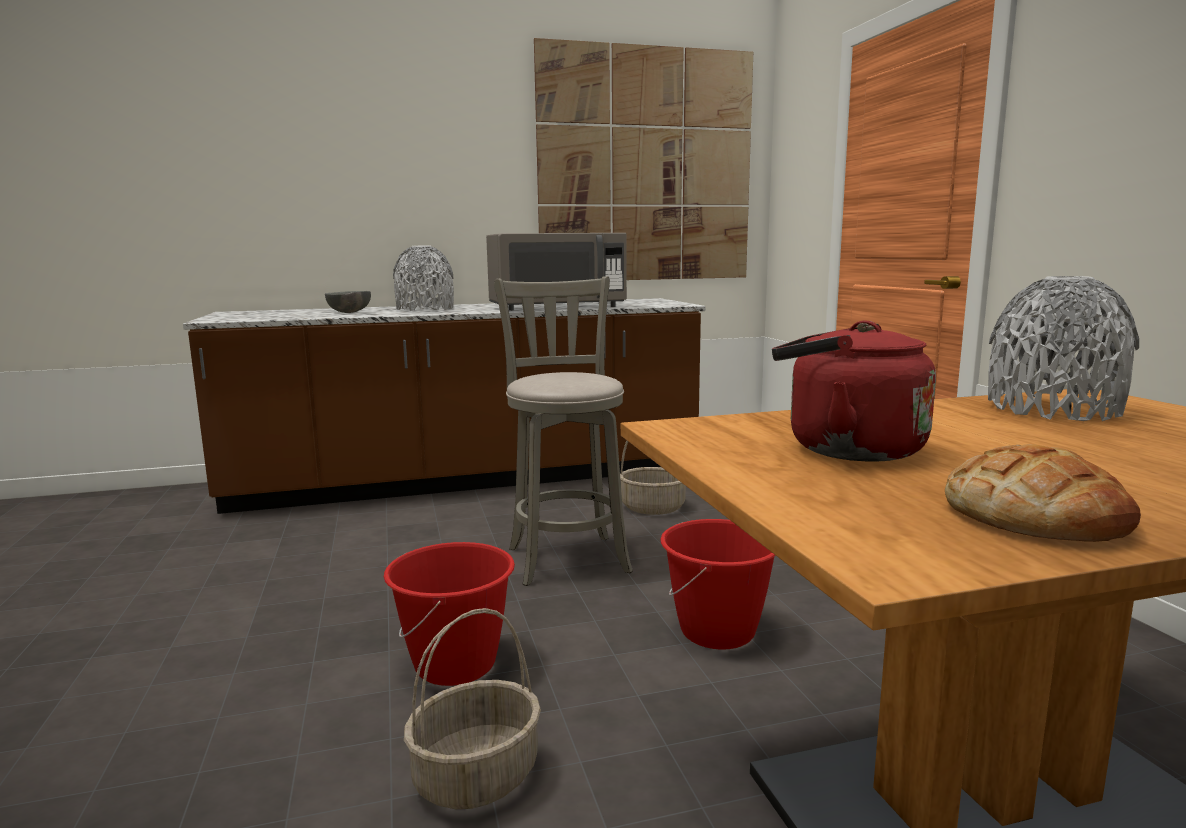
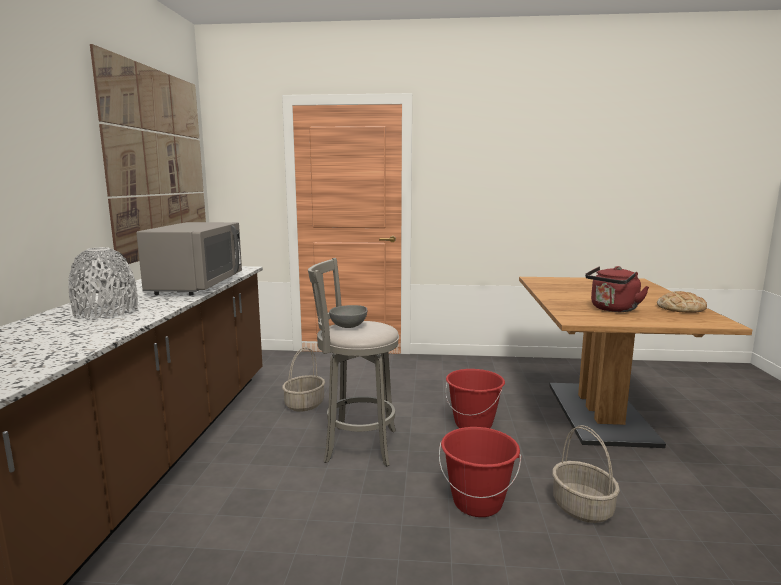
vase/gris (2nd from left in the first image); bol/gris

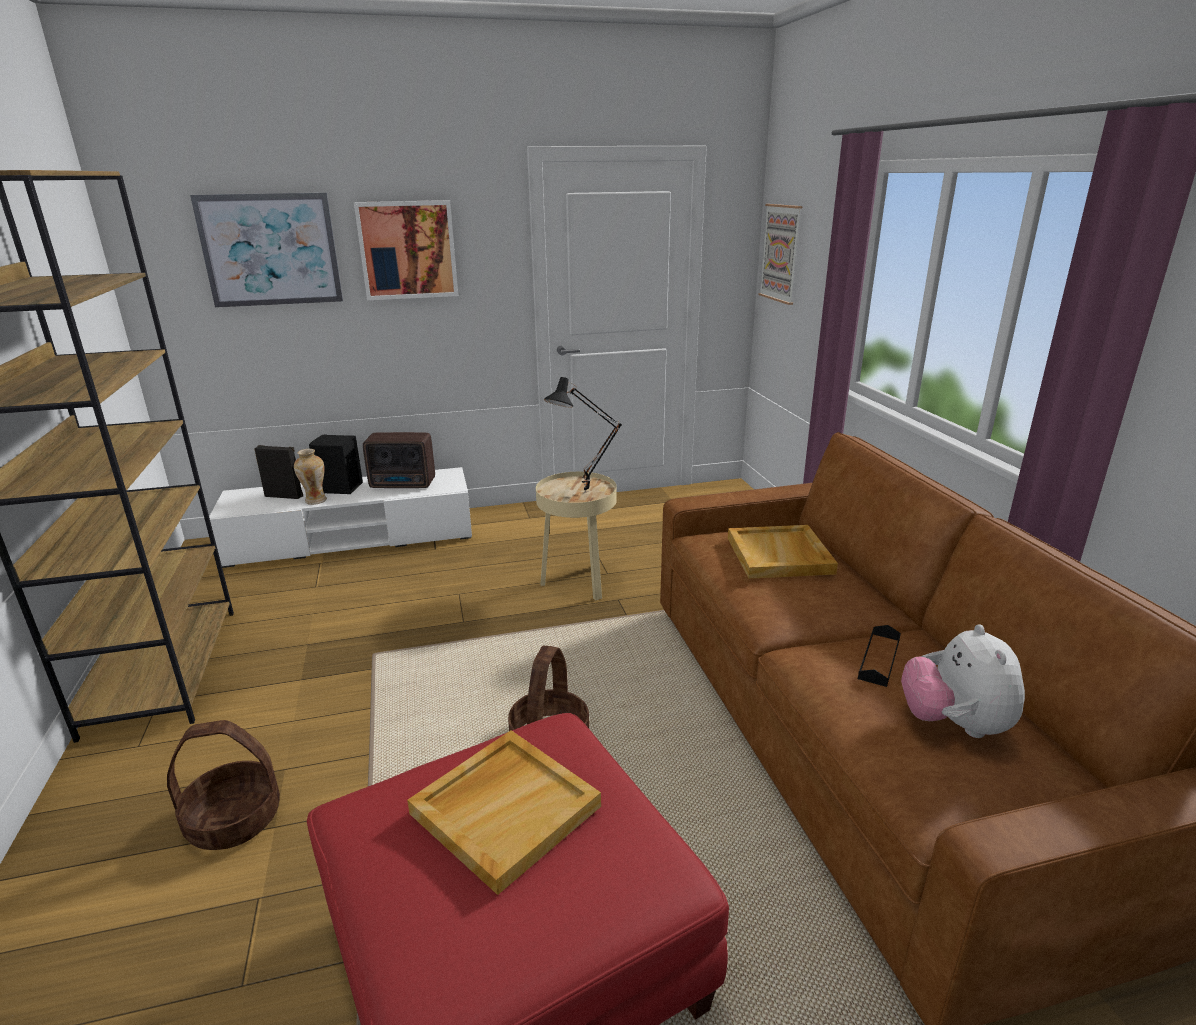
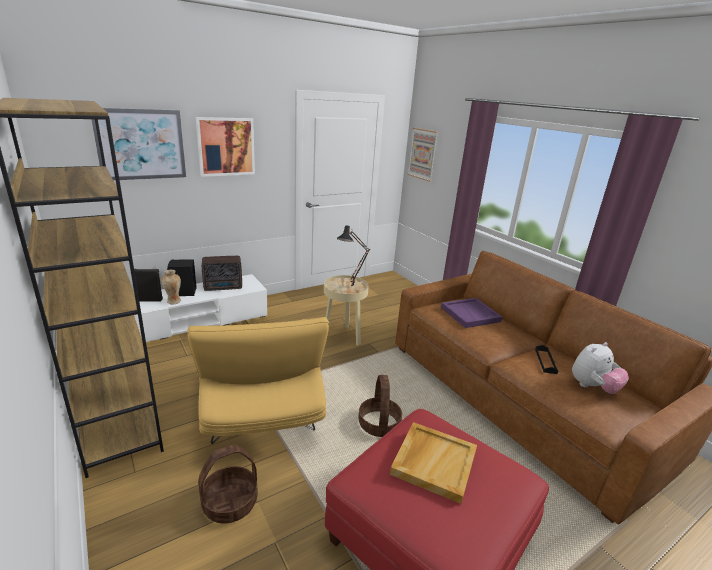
plateau/violet; peluche; fauteuil/jaune

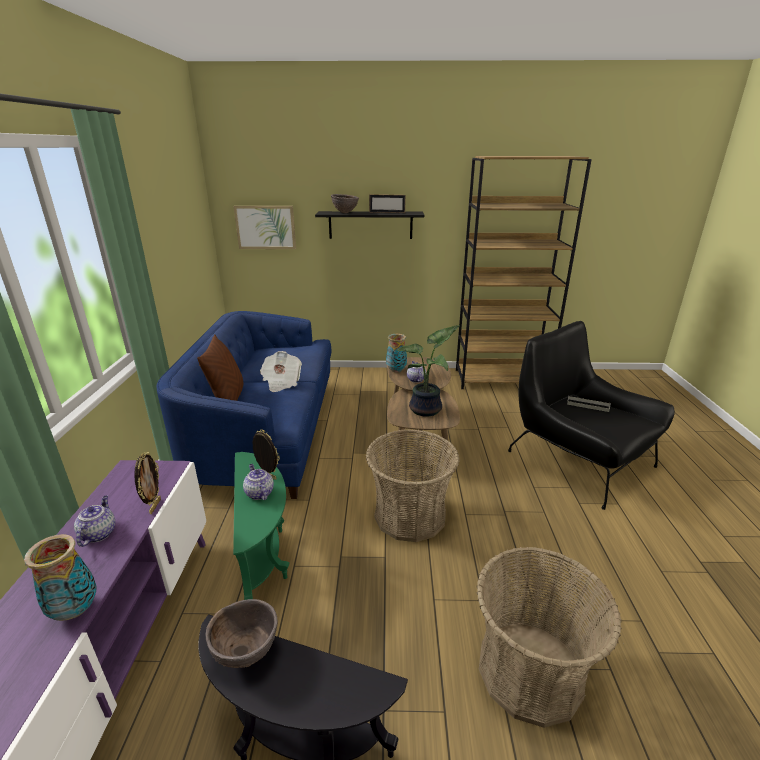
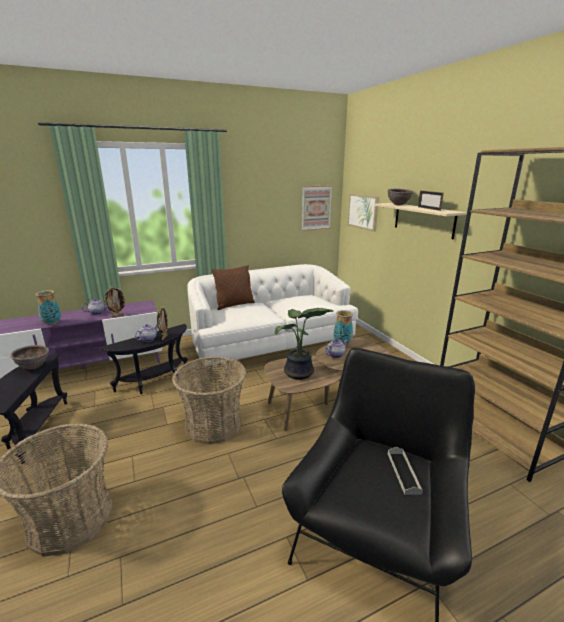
étagère/beige; canapé/blanc; journal; table d'appoint/noir (2nd from left); tableau (1st from left)

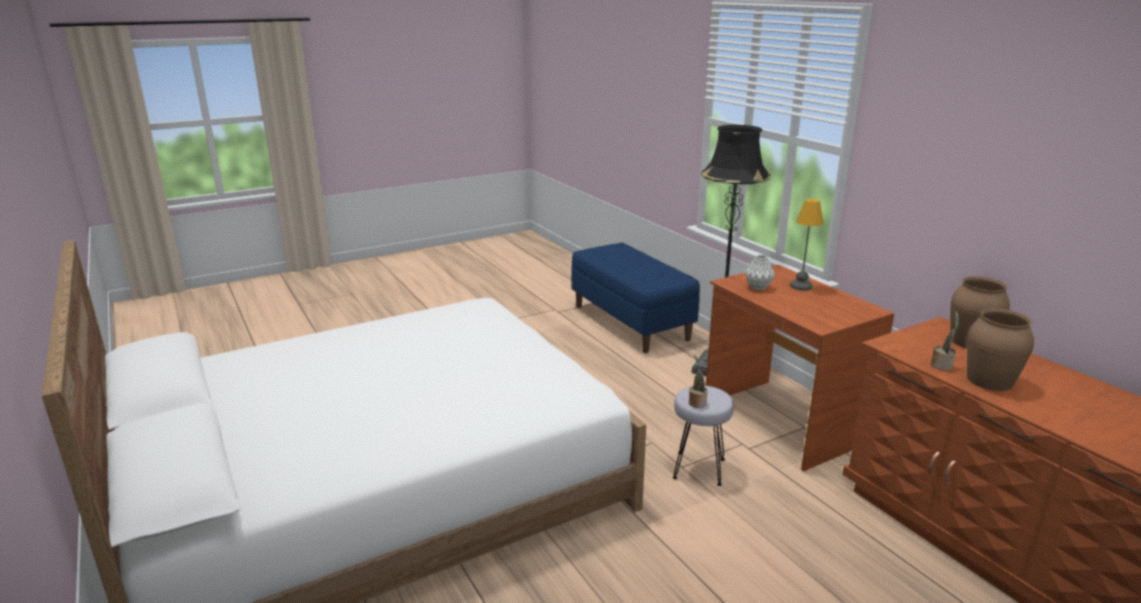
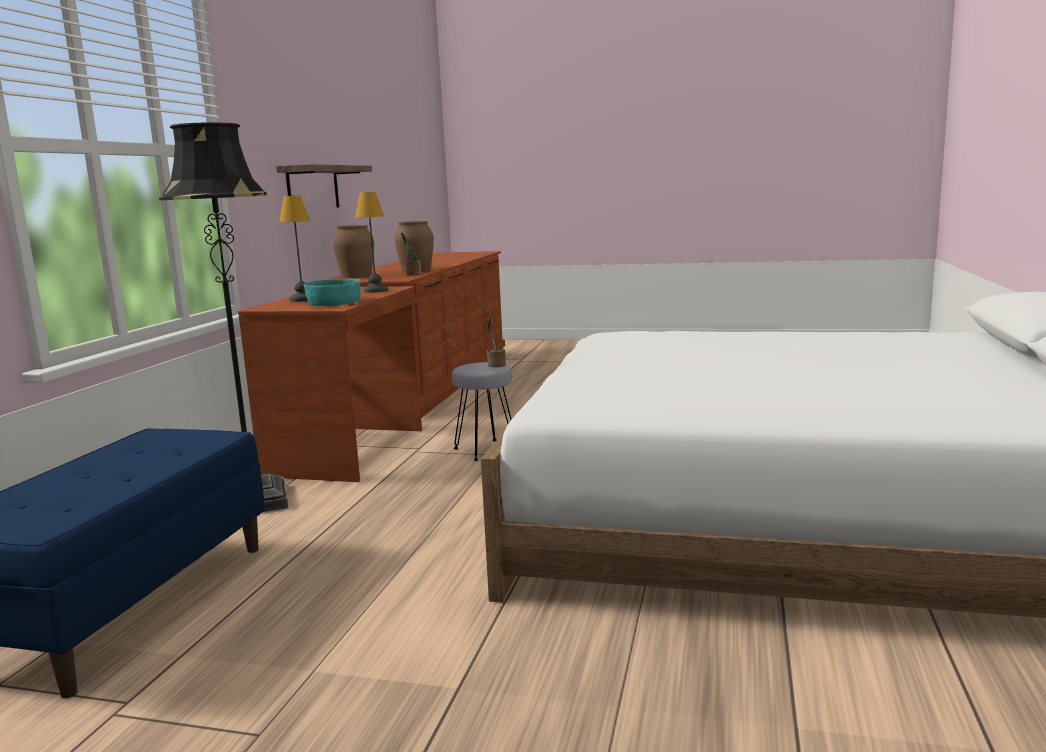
bol/turquoise; étagère; lampe de table (2nd from left)

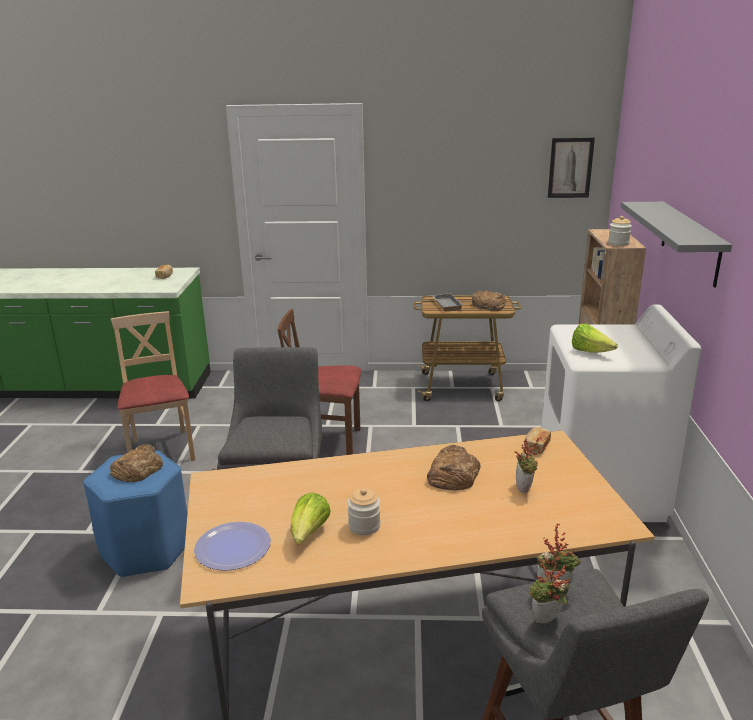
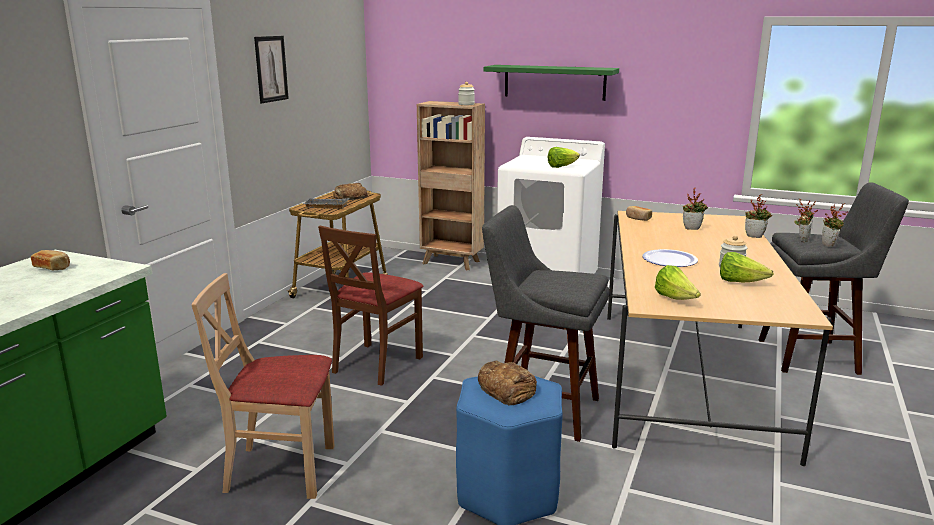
tableau; étagère/vert; pain (3rd from left in the first image); assiette; plante en pot (2nd from left); laitue (2nd from left)

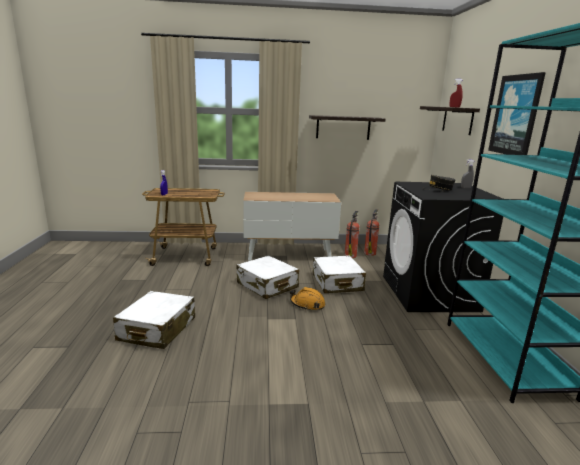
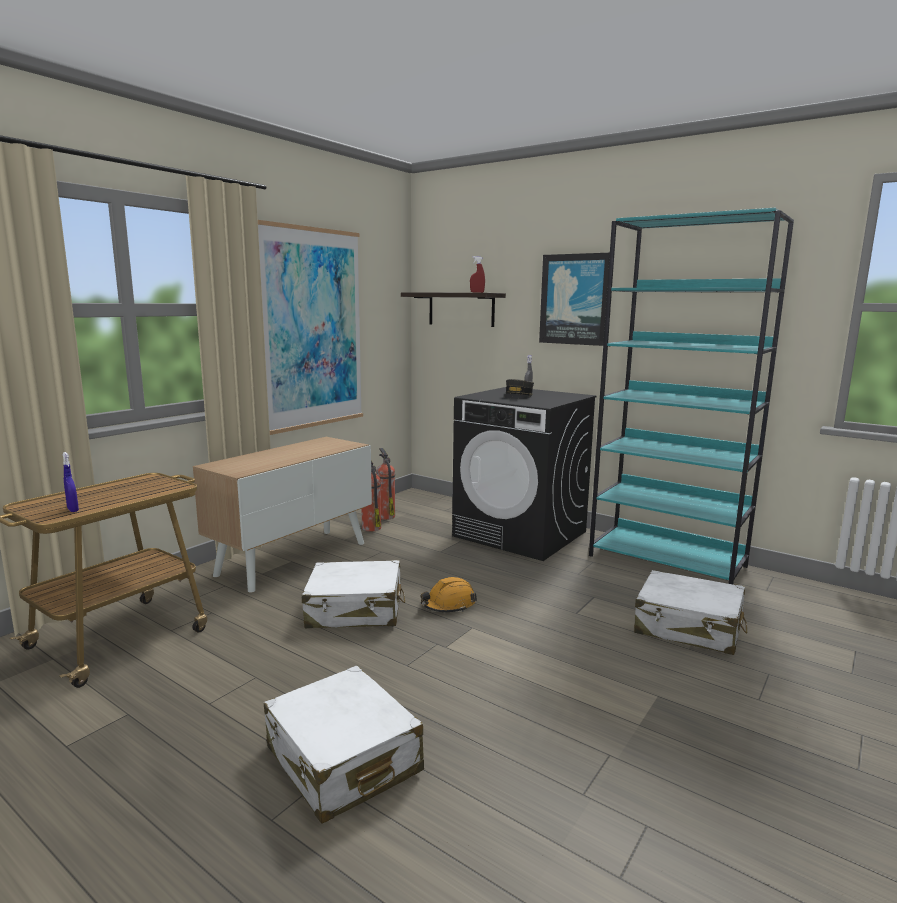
tableau (1st from left); valise/blanc (3rd from left)

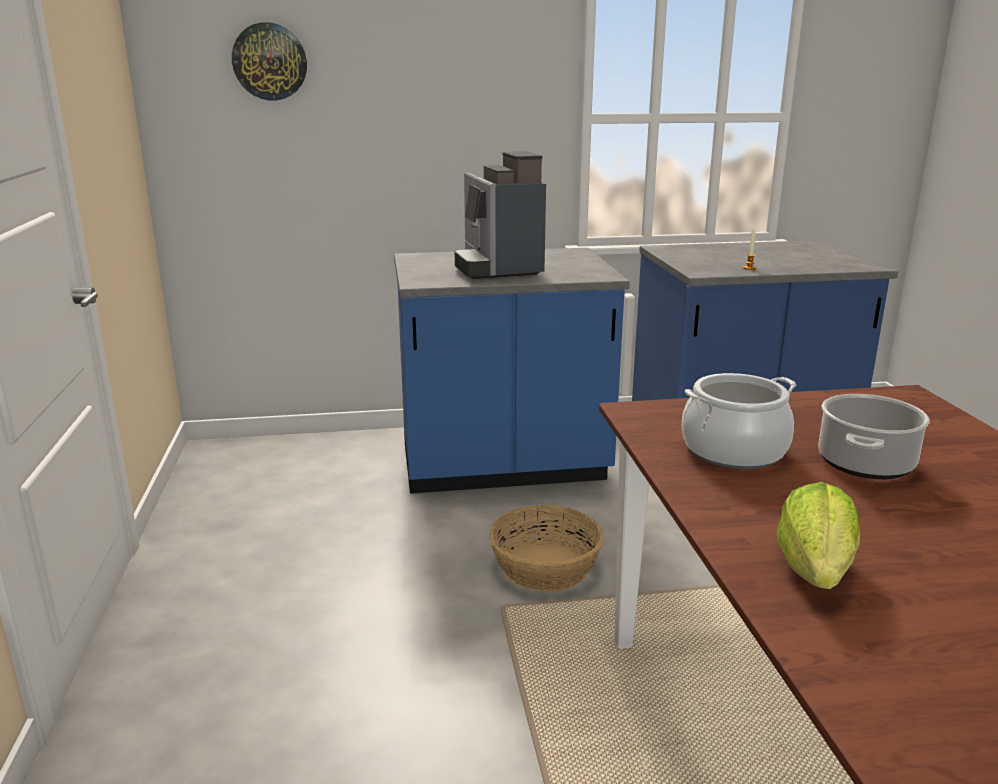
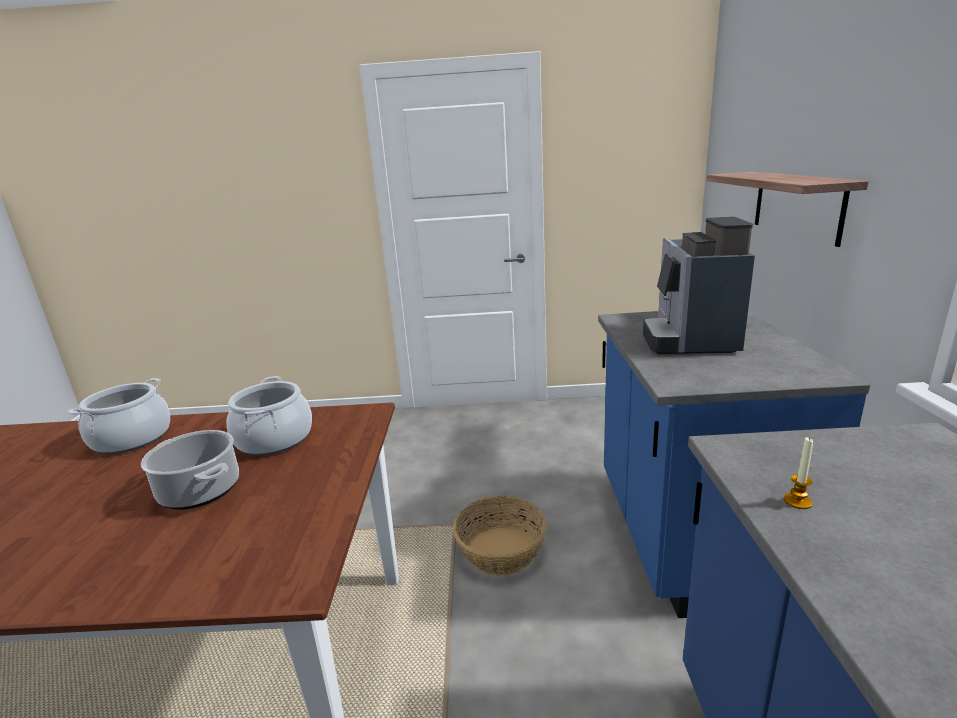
horloge murale; machine à café; marmite (1st from left); étagère

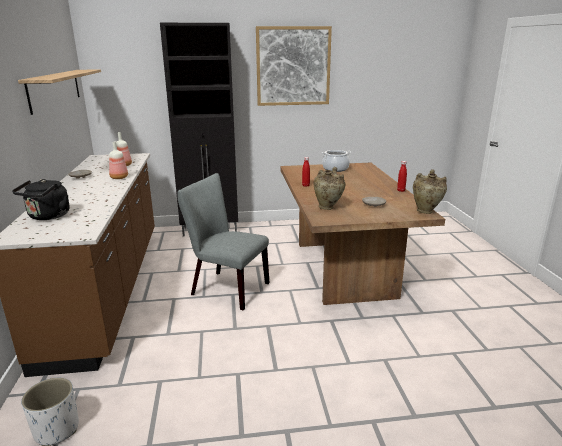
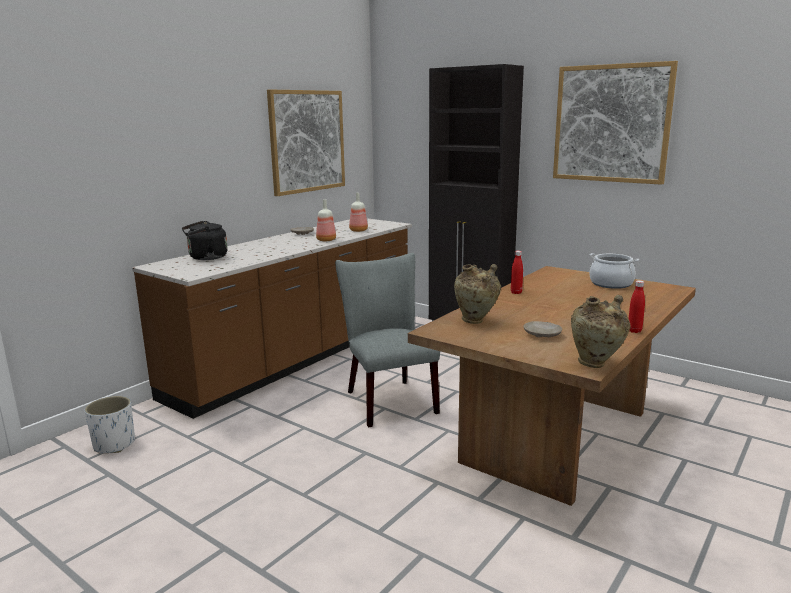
tableau (1st from left)

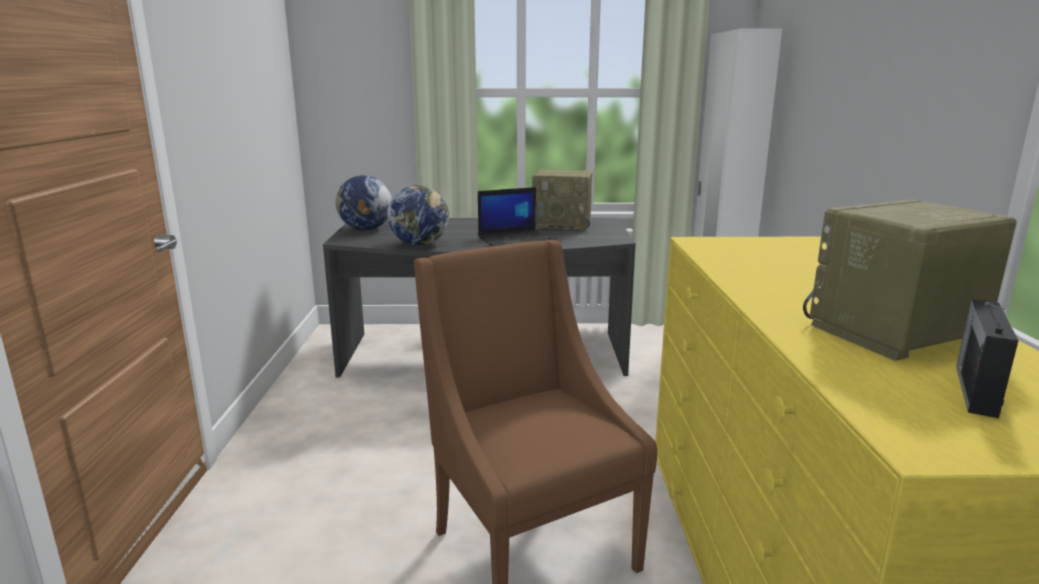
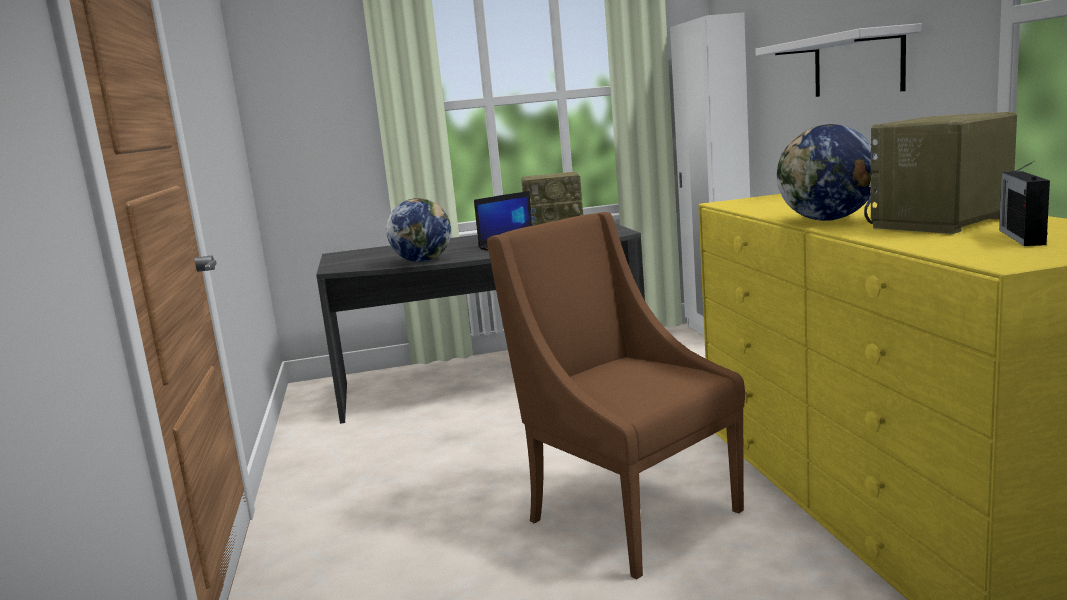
globe (2nd from left); étagère/blanc

